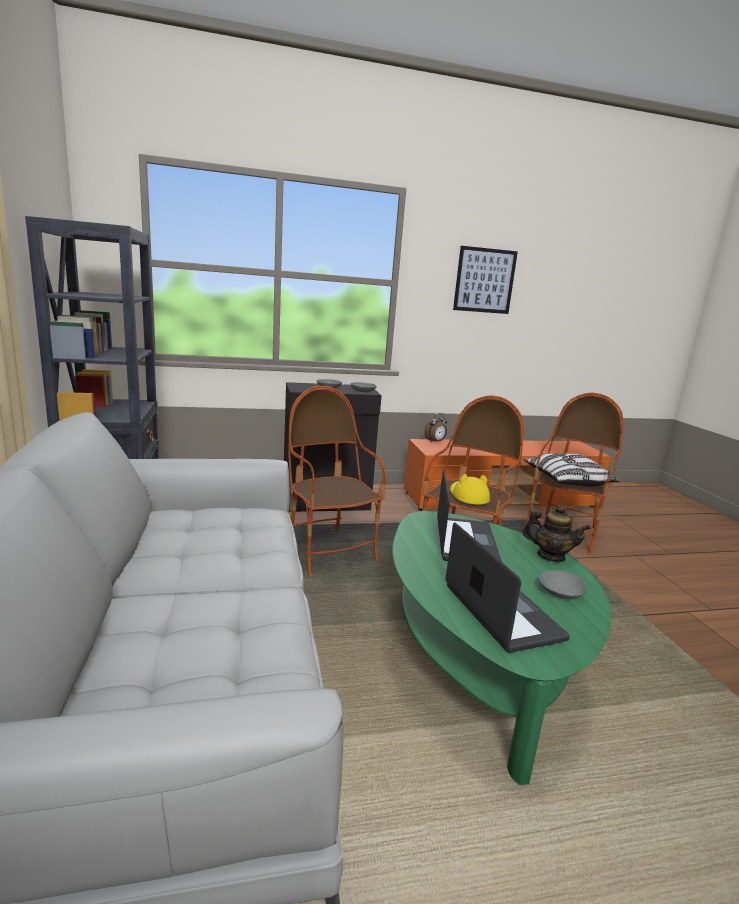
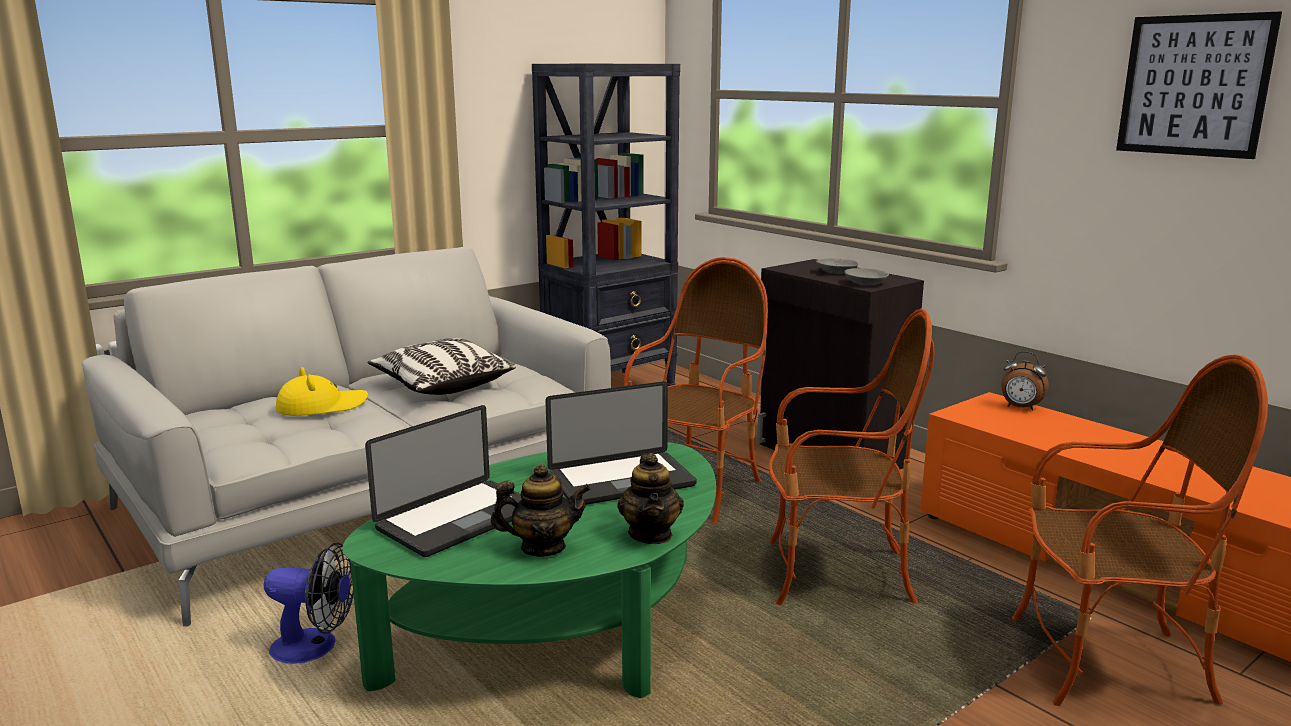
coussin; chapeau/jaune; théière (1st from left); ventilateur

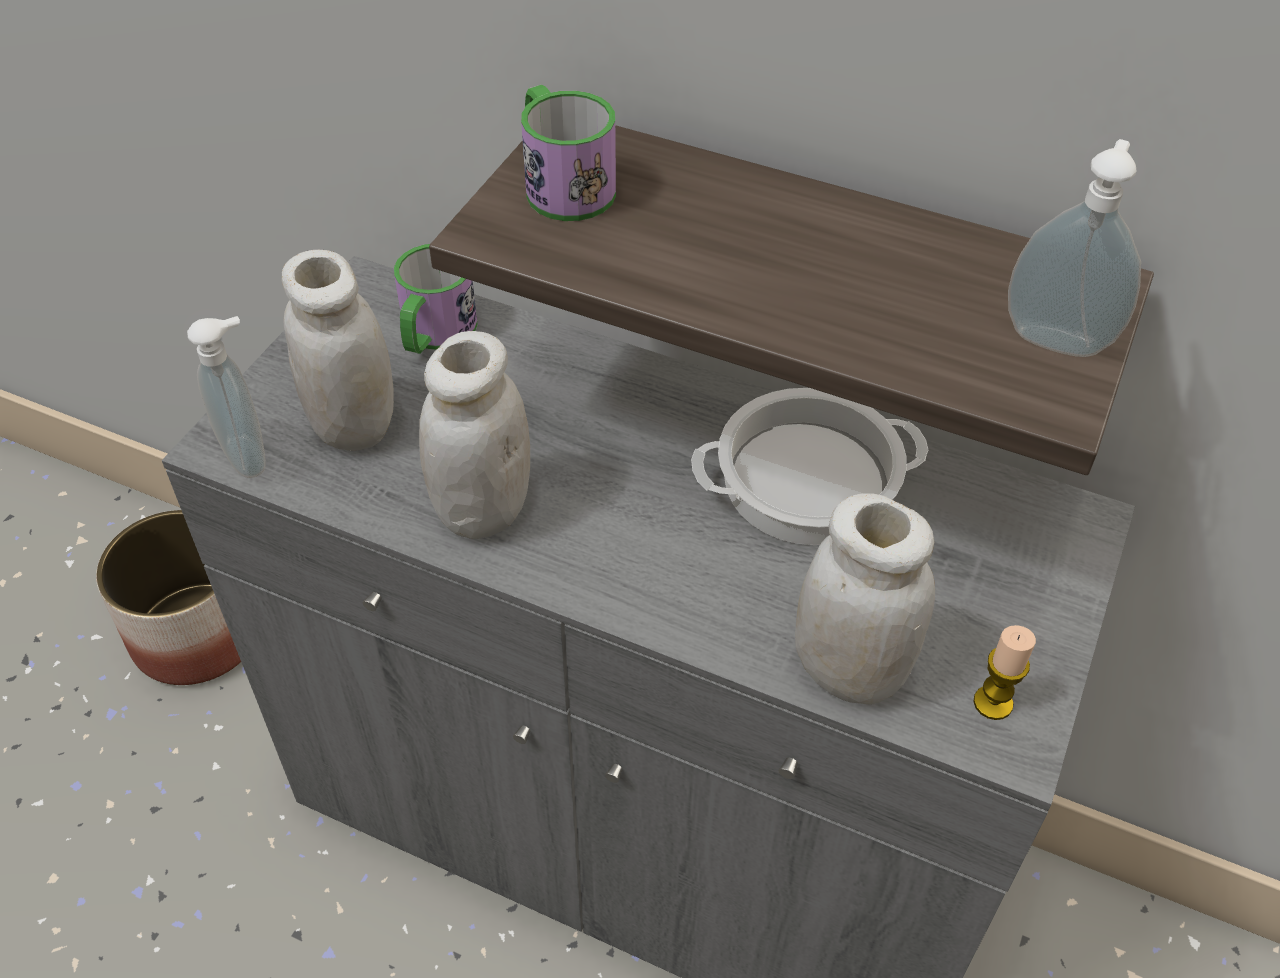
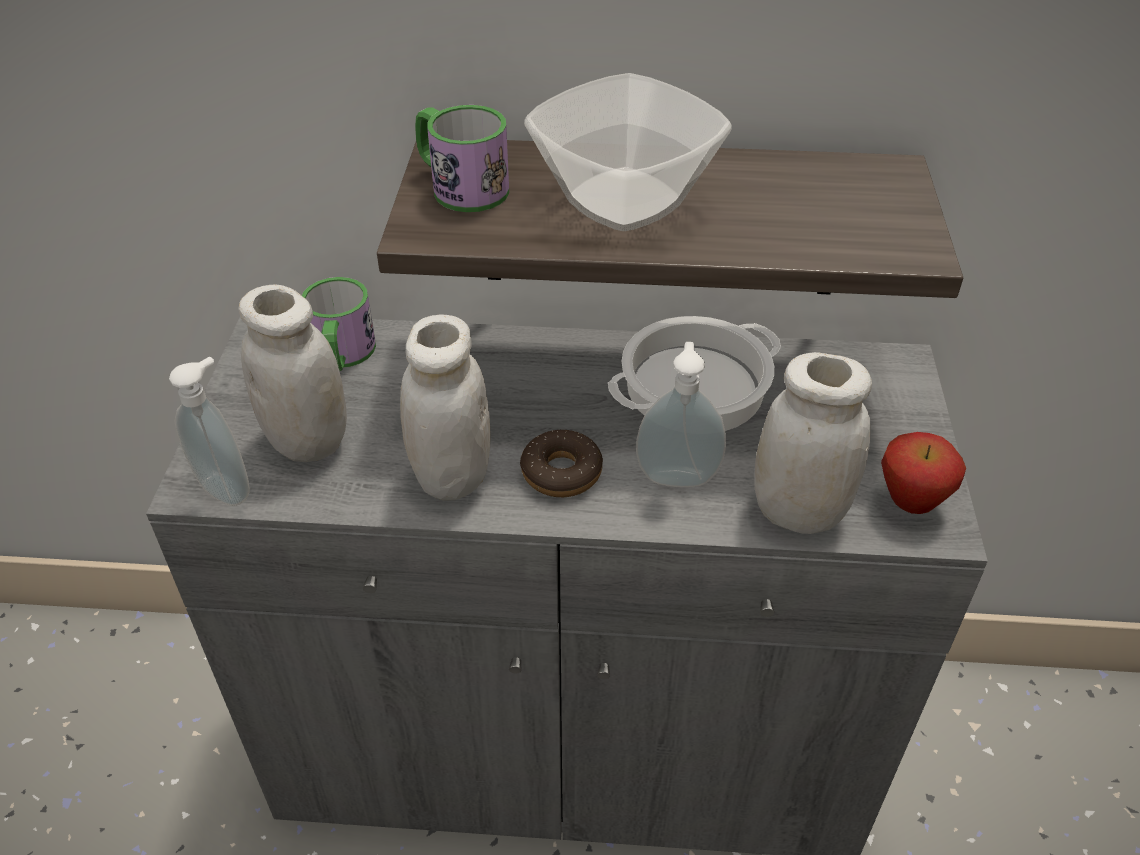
distributeur de savon (2nd from left); cache-pot; pomme; bol; beignet

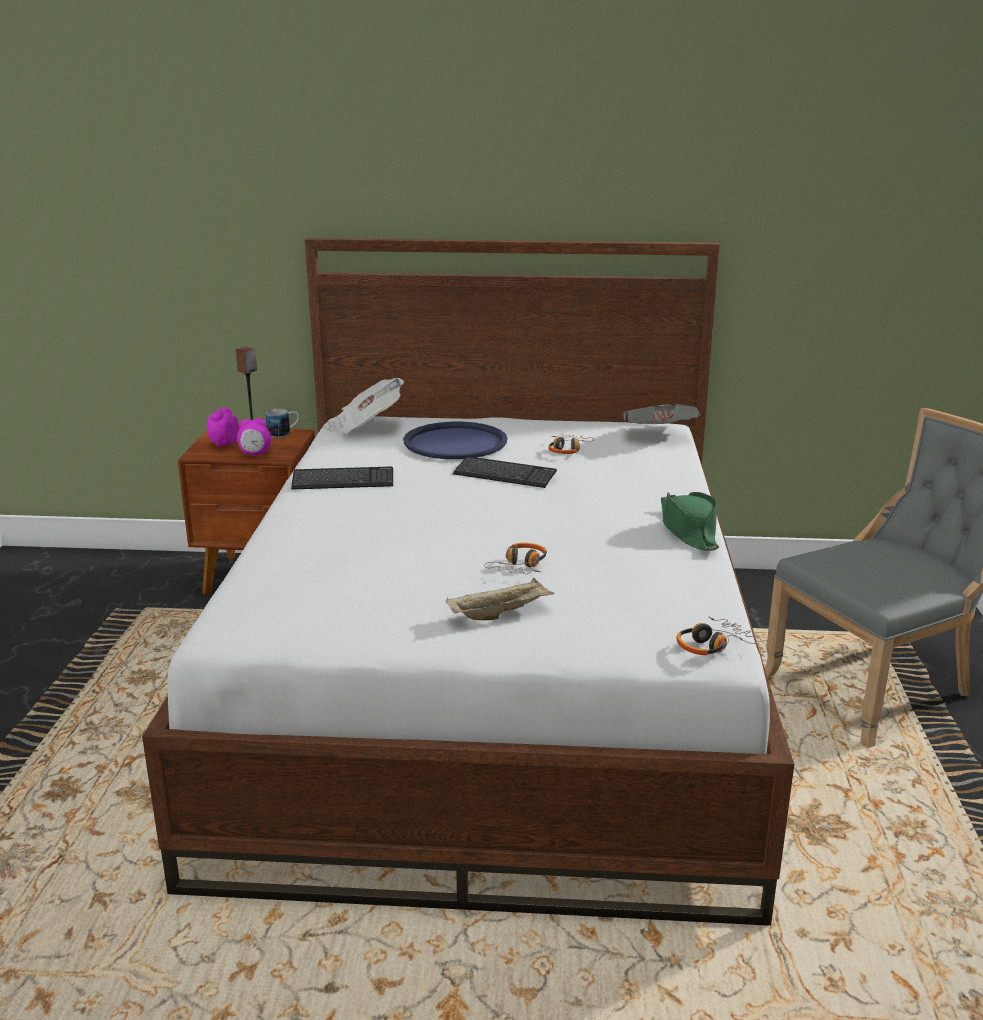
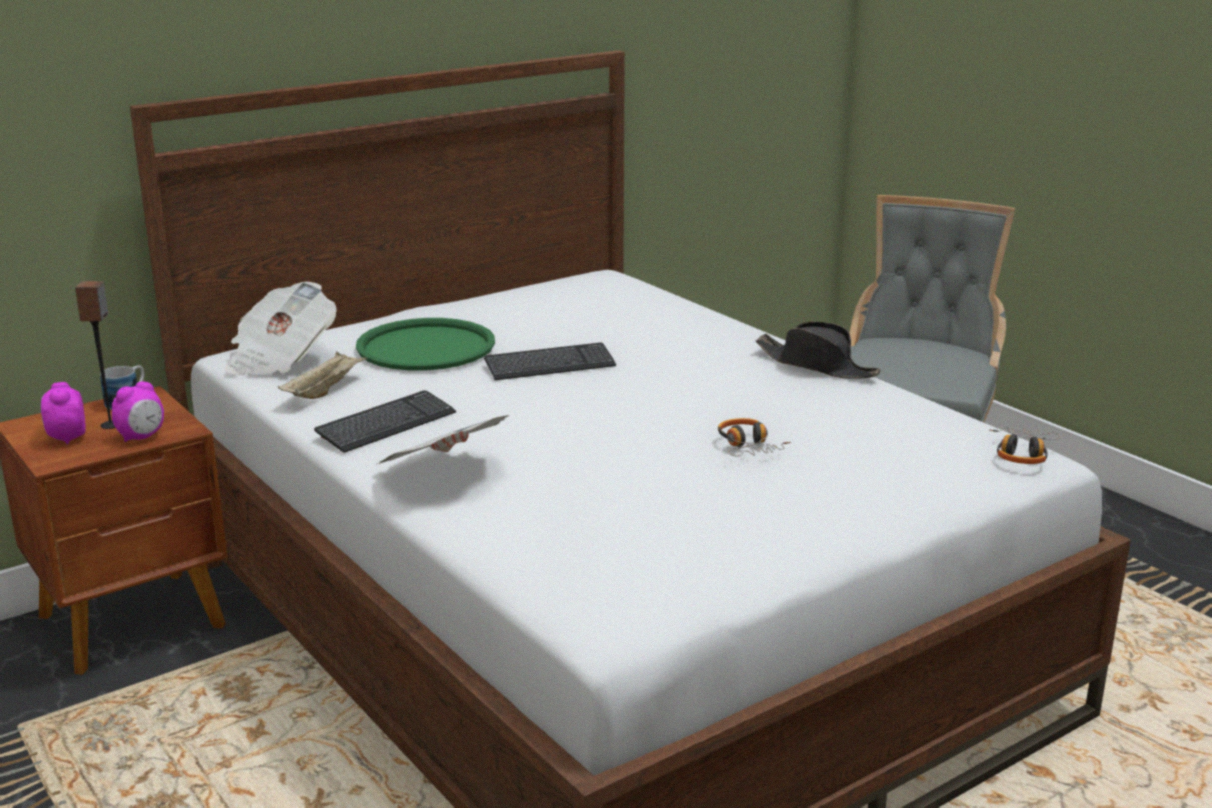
journal (2nd from left); plateau/vert; casque audio (2nd from left in the first image); chapeau/noir; plateau/beige

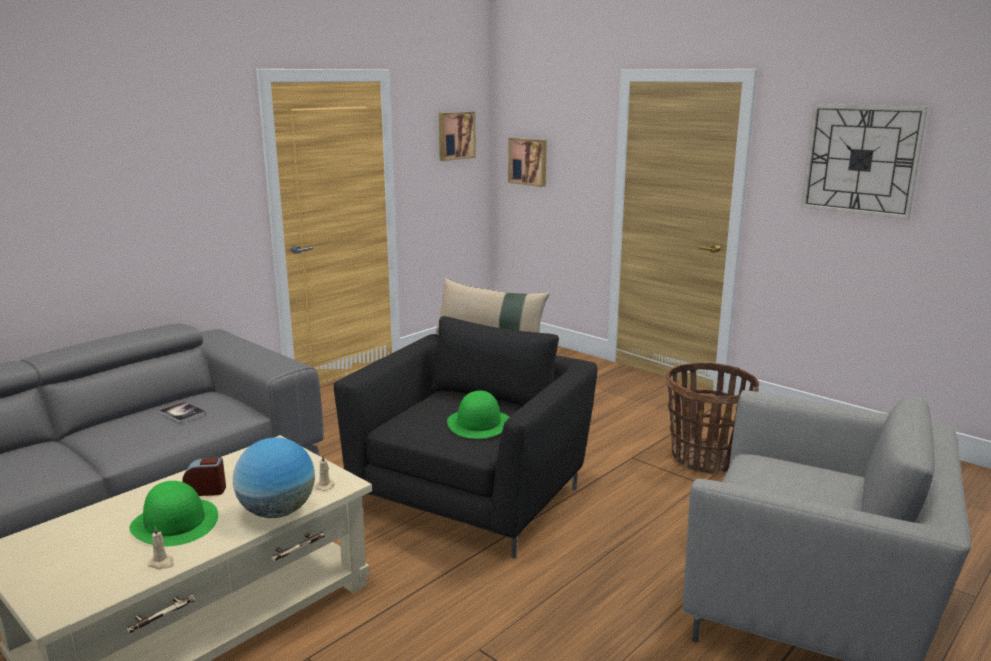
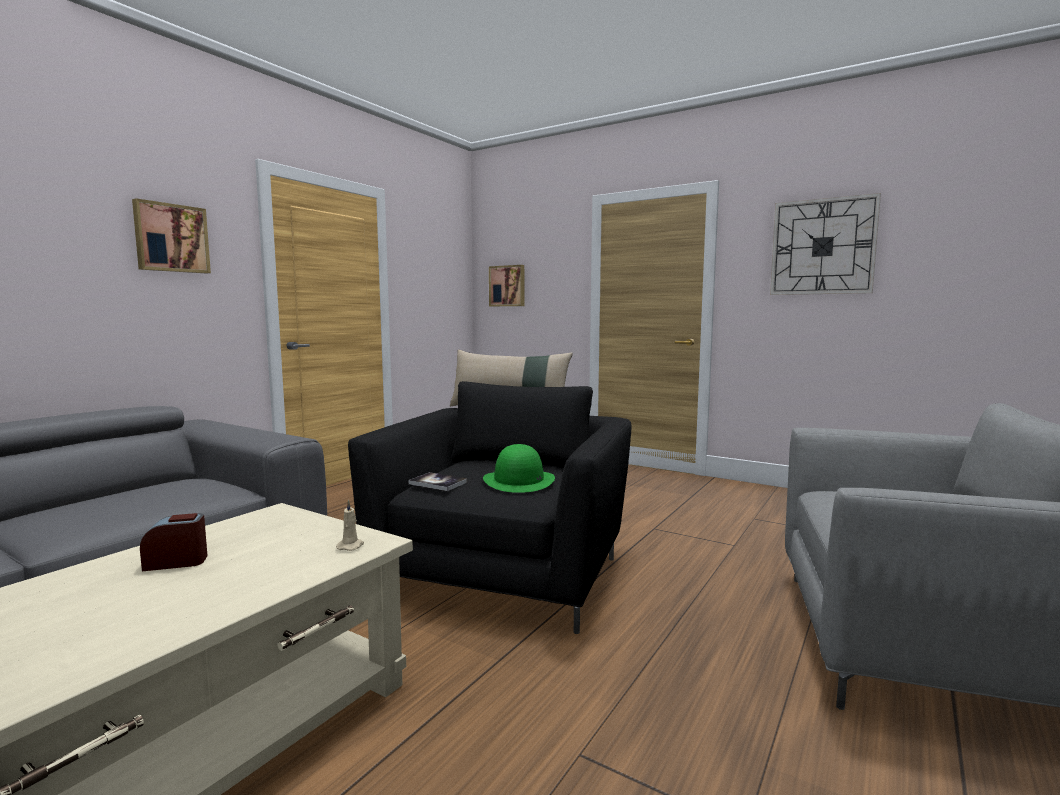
tableau (1st from left); panier; livre; globe; chapeau/vert (1st from left in the first image); bougie/beige (1st from left in the first image)

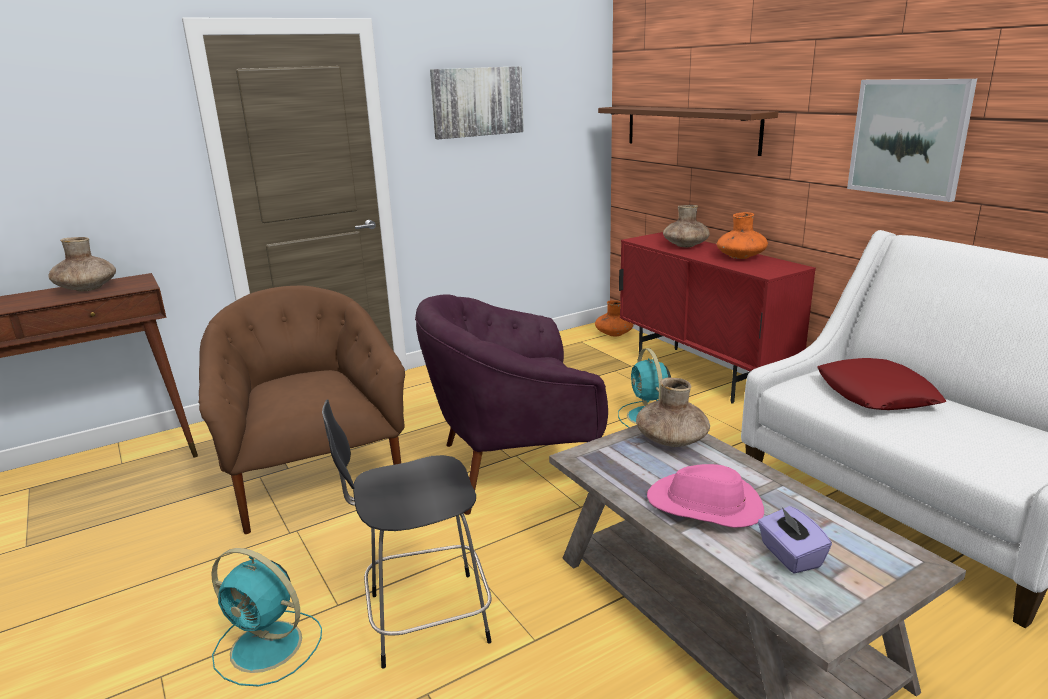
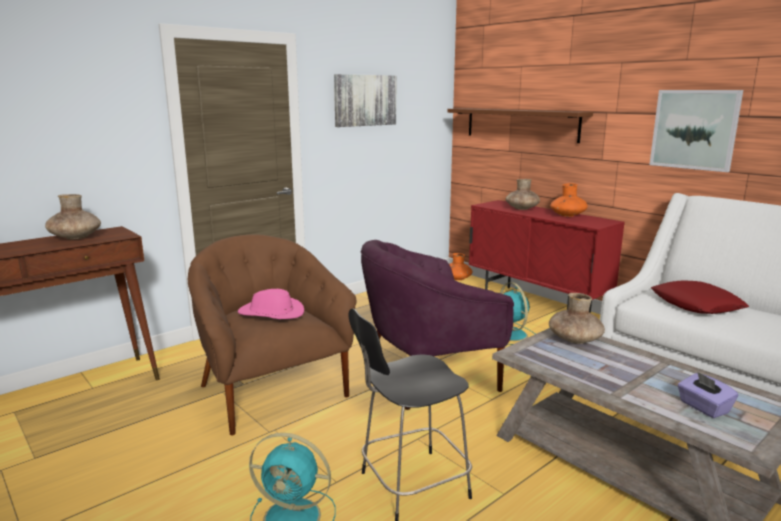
chapeau/rose

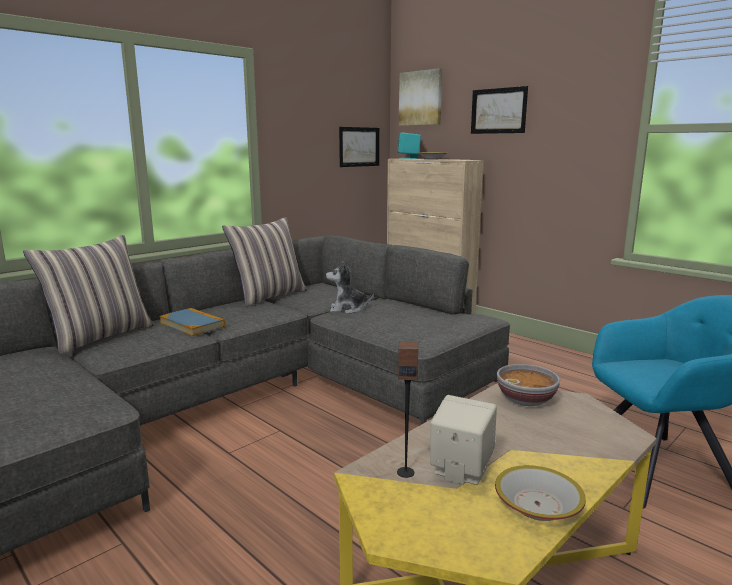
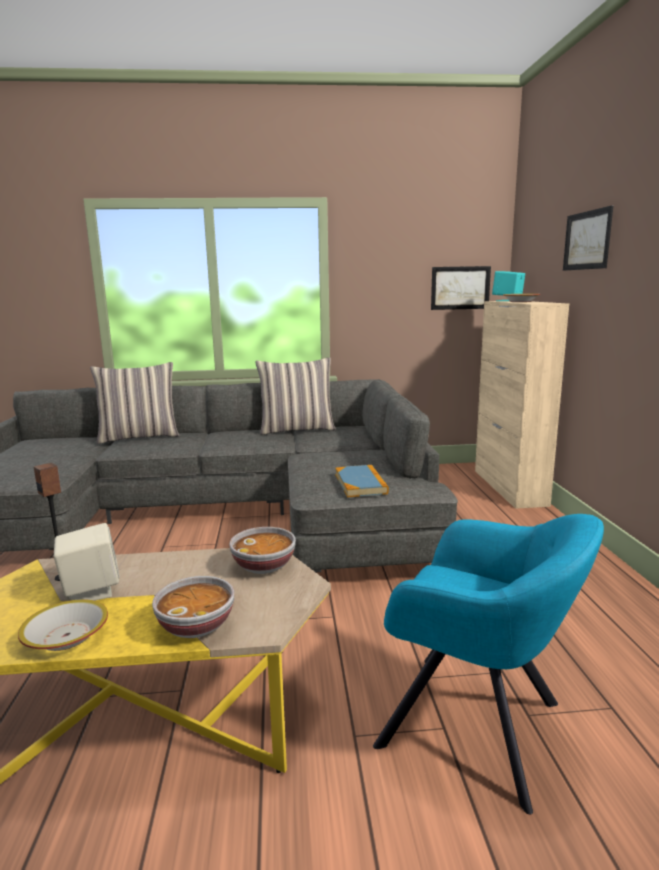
tableau (2nd from left in the first image); peluche; livre; bol (2nd from left)

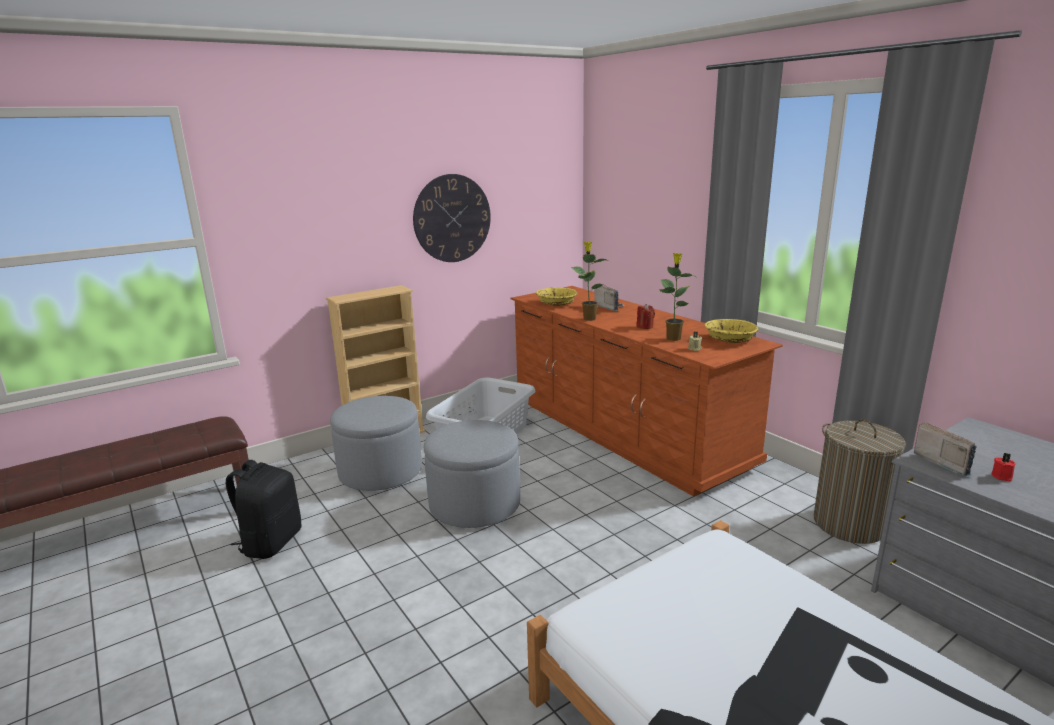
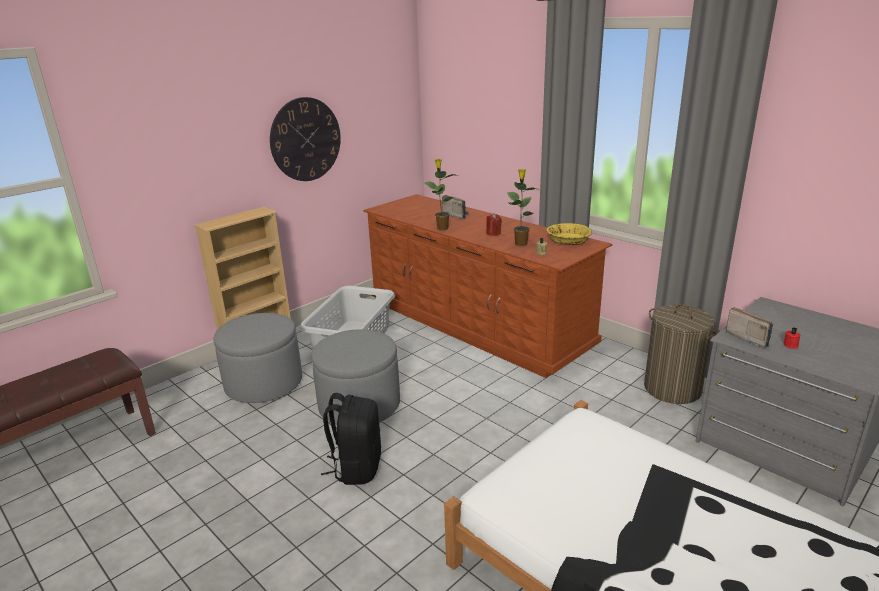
bol/jaune (1st from left in the first image); sac à dos/noir

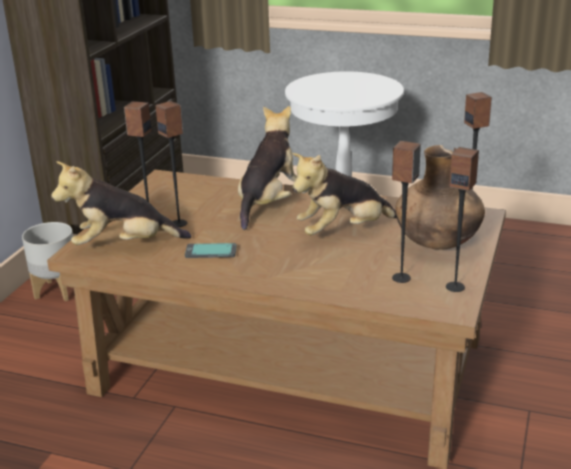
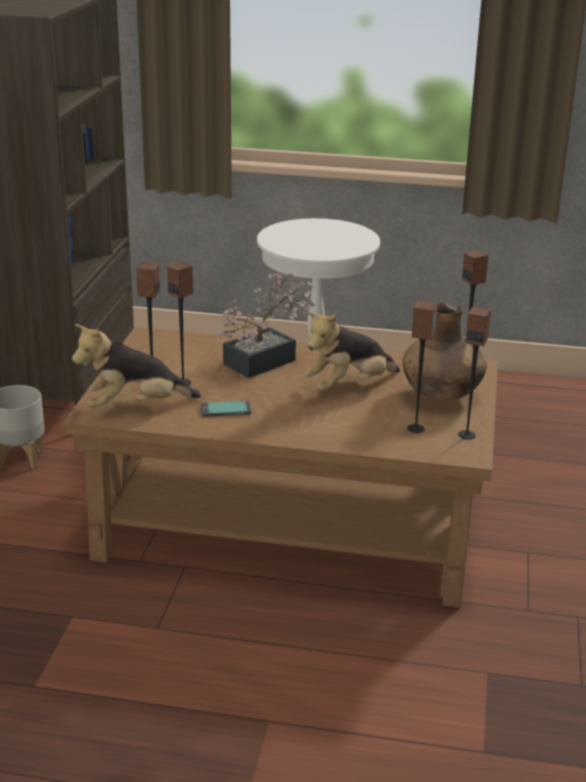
plante en pot

